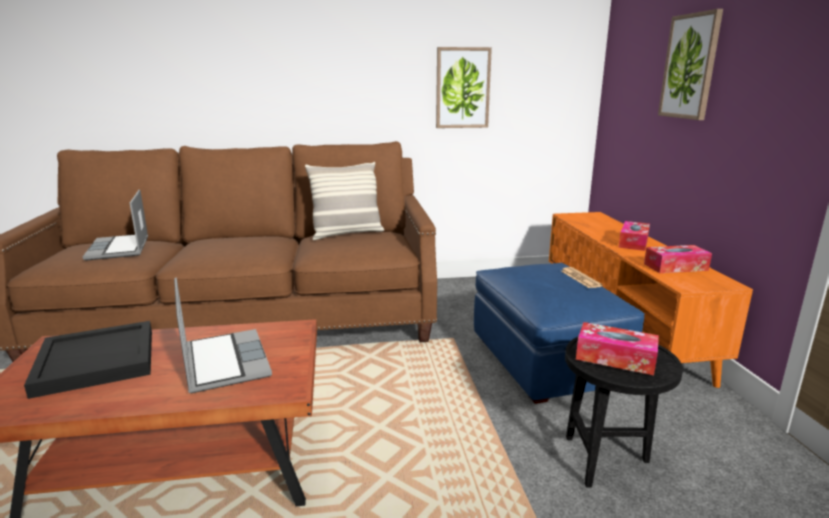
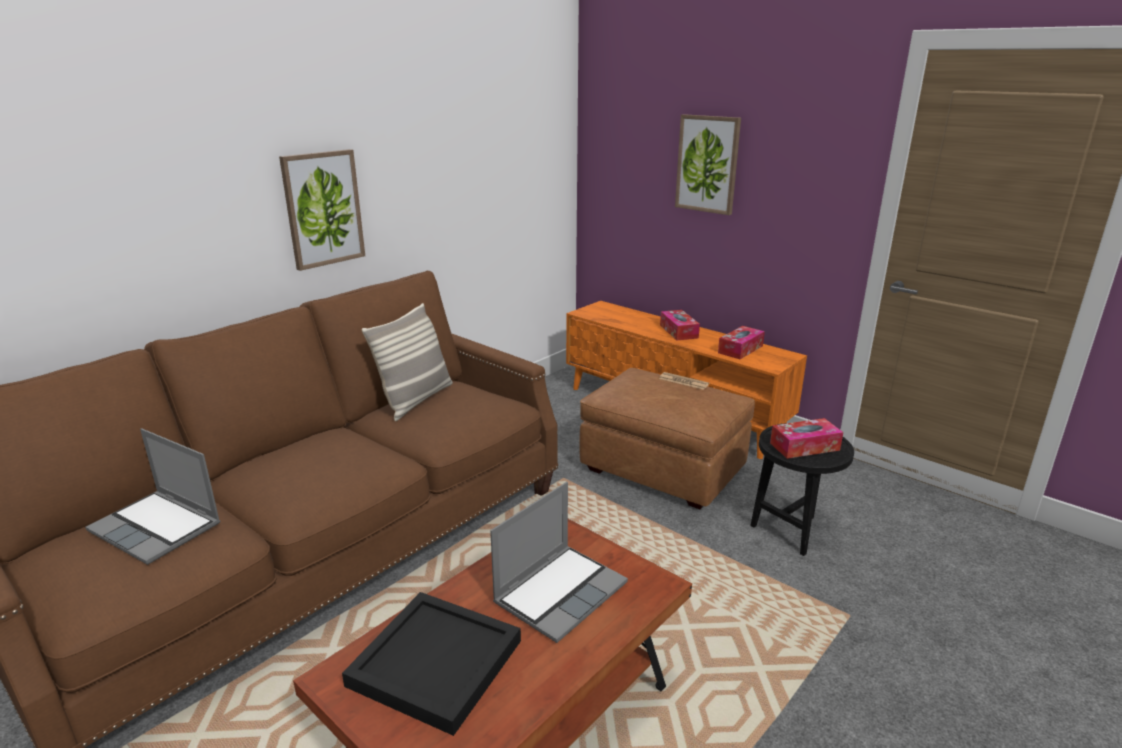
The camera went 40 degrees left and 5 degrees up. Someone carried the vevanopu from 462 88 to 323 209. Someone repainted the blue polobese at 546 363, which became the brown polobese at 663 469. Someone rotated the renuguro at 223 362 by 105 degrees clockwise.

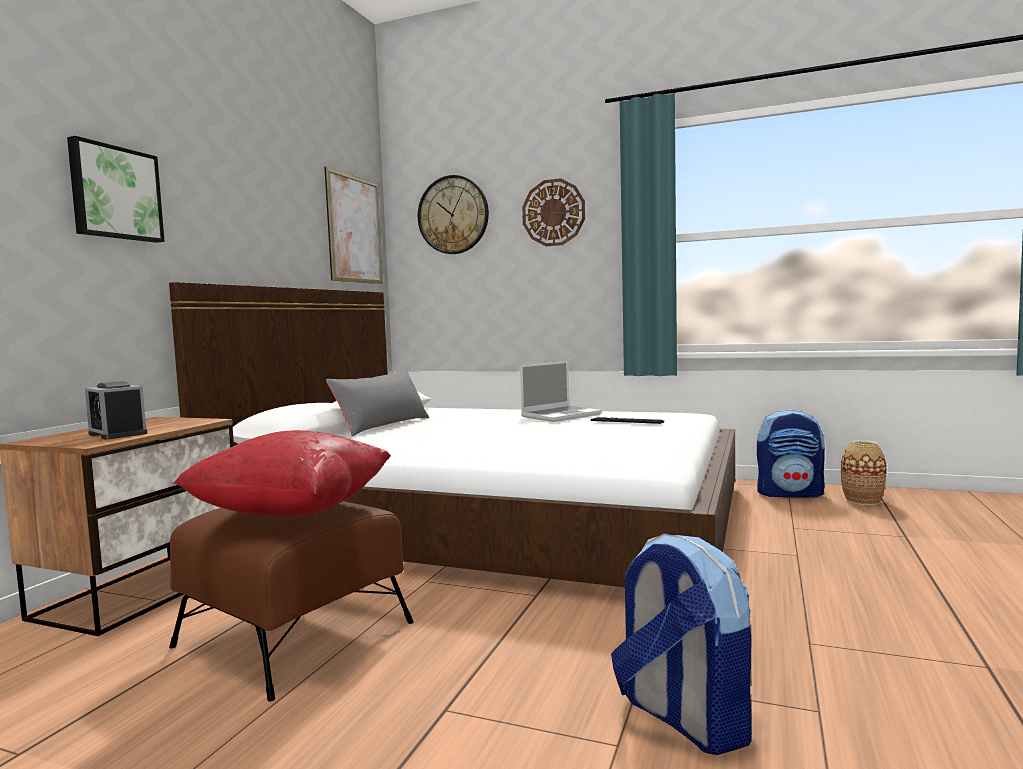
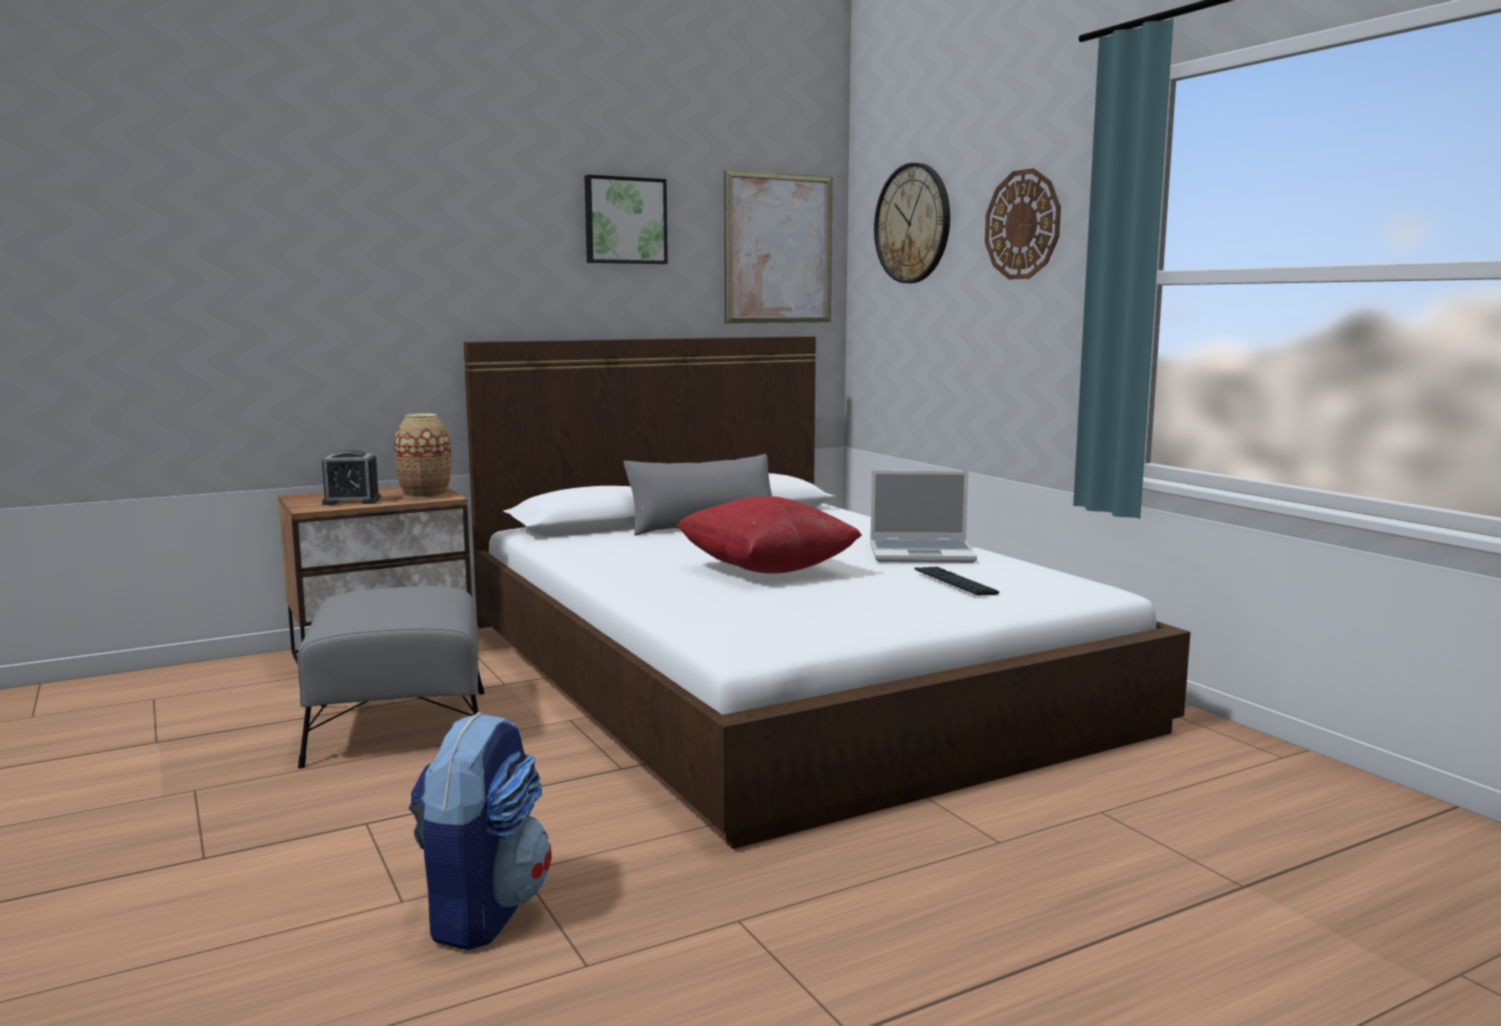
The camera went 40 degrees right and 5 degrees up. Someone carried the vevanopu from 115 193 to 624 221. Someone rotated the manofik at 118 434 by 90 degrees counterclockwise. Someone took away the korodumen at 790 493. Someone carried the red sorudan from 293 512 to 766 570. Someone carried the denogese from 862 501 to 425 494. Someone repainted the brown polobese at 295 635, which became the grey polobese at 398 727.

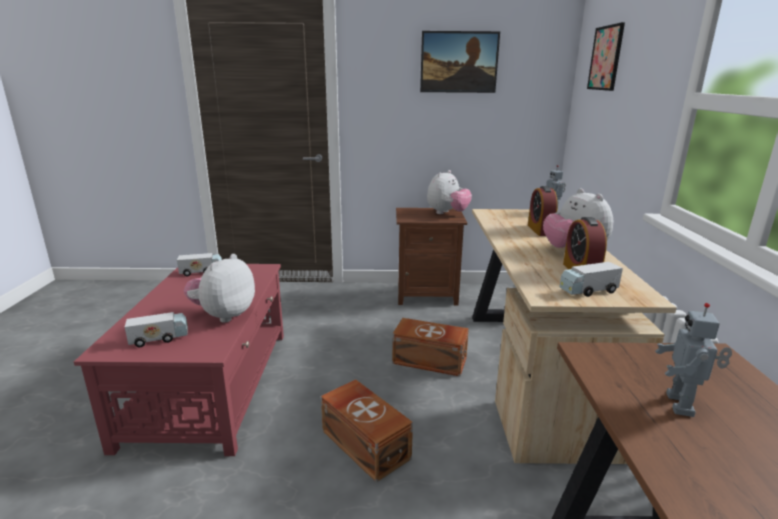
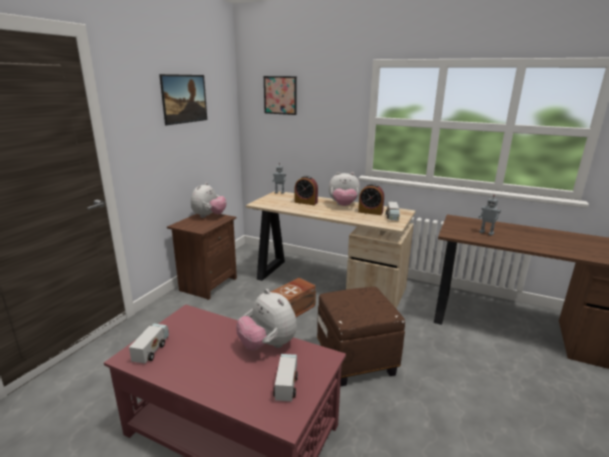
The camera went 65 degrees left and 0 degrees up. Someone rotated the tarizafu at 447 213 by 45 degrees clockwise. Someone swapped the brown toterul at 365 443 for the brown polobese at 355 359.

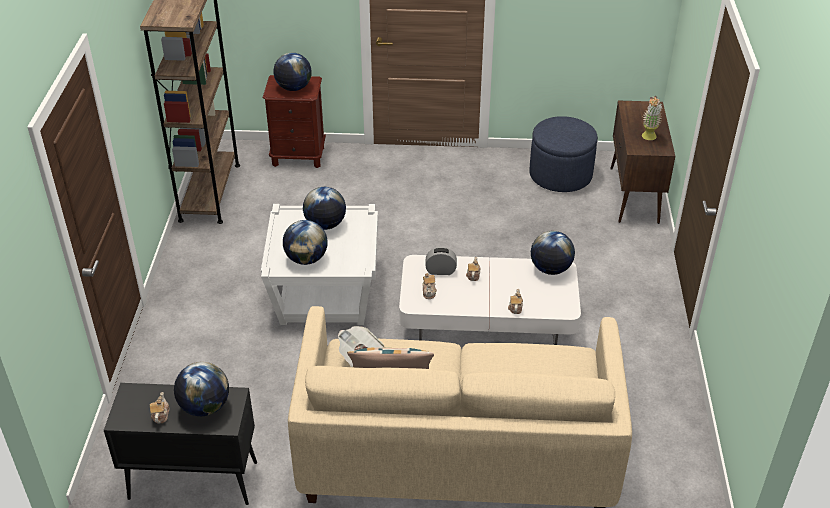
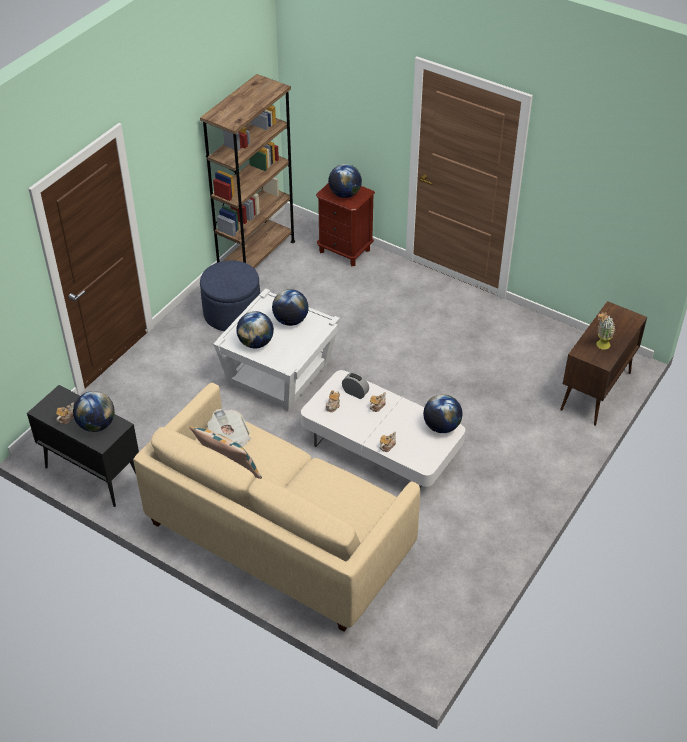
The camera went 30 degrees right and 5 degrees up. Someone carried the blue polobese from 560 175 to 232 313.

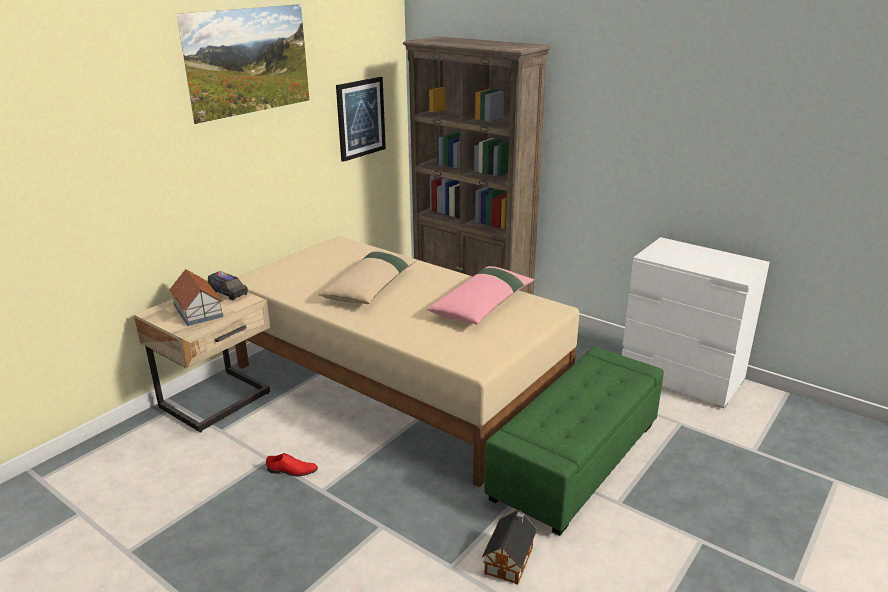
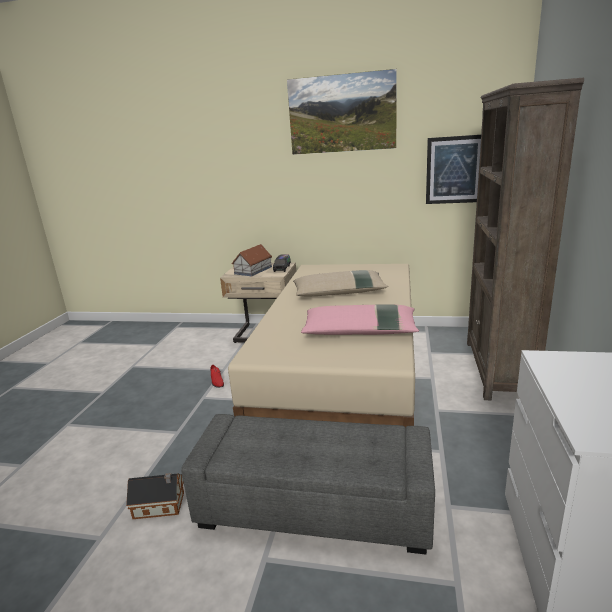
The camera went 65 degrees right and 5 degrees down. Someone repainted the green polobese at 575 459, which became the grey polobese at 314 506.

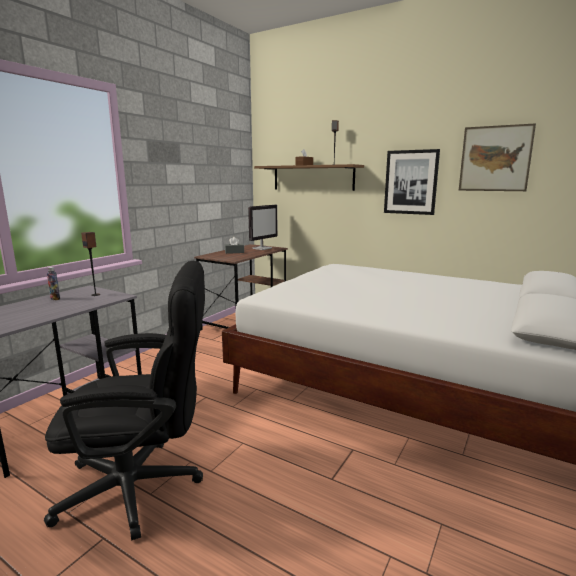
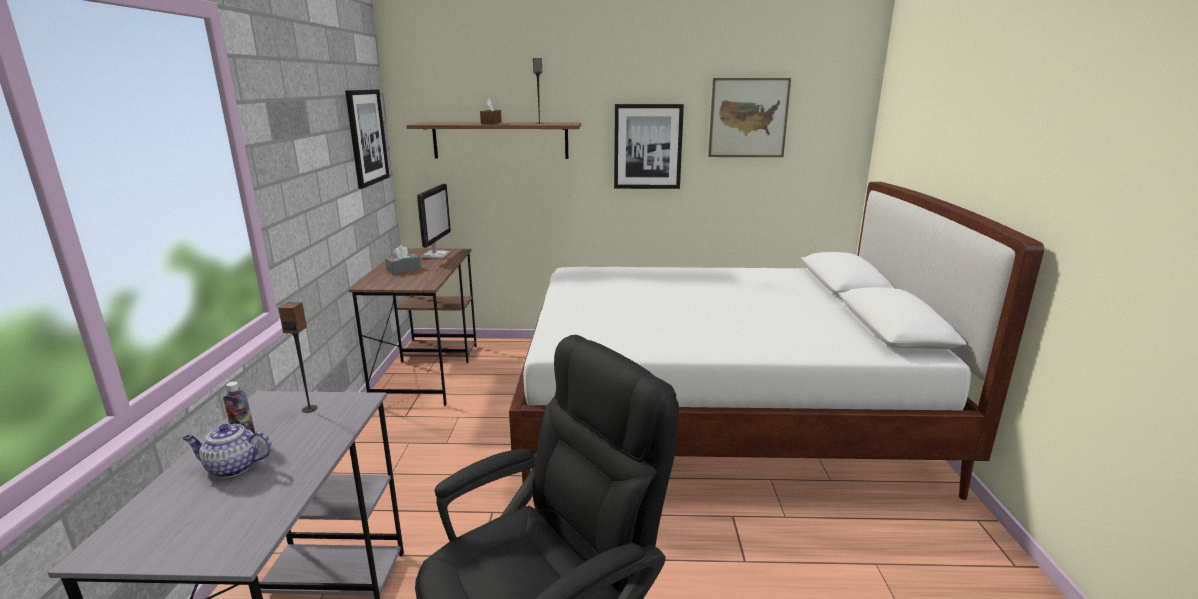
The camera went 30 degrees left and 5 degrees up. Someone put up the vevanopu at 367 137. Someone put down the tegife at 232 468.

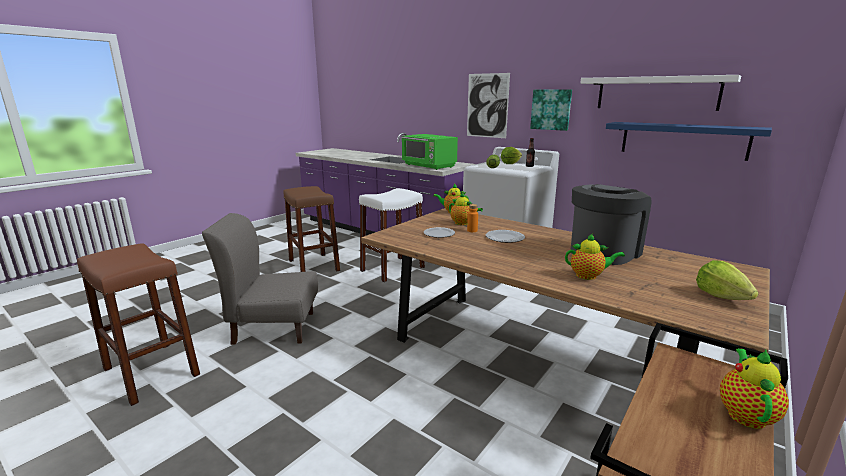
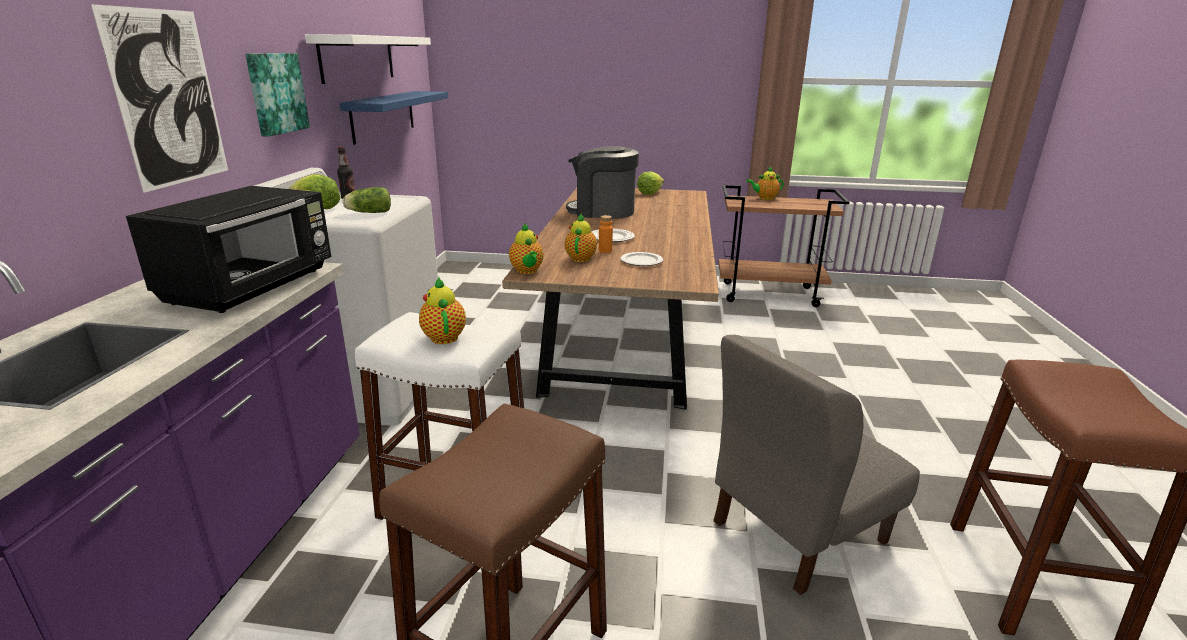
The camera went 120 degrees left and 5 degrees up. Someone repainted the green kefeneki at 429 166, which became the black kefeneki at 252 286. Someone rotated the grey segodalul at 274 327 by 90 degrees clockwise. Someone carried the tegife from 588 276 to 444 336.

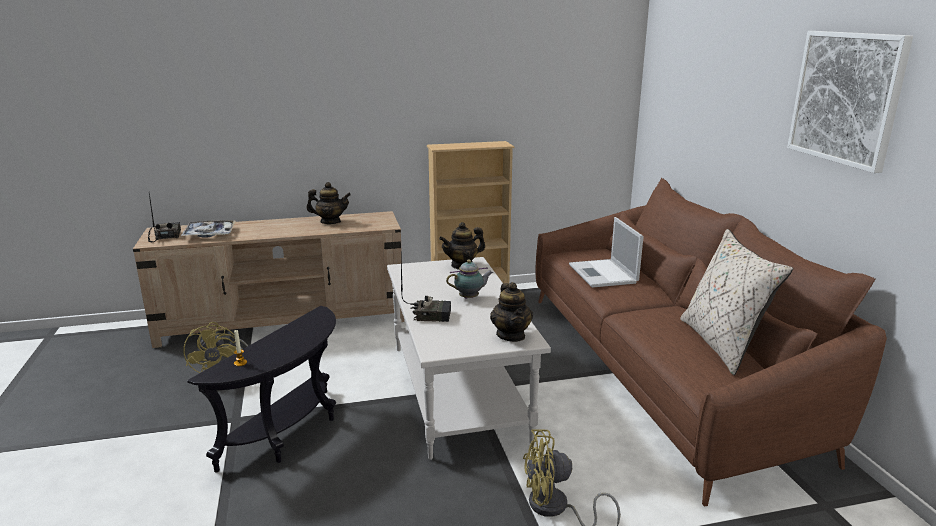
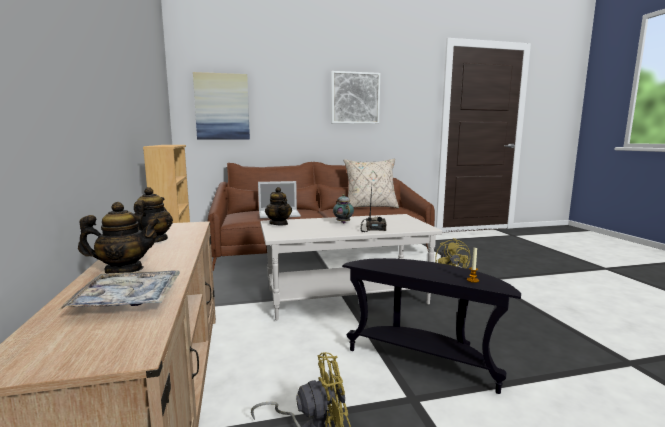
The camera went 90 degrees left and 10 degrees down. Someone took away the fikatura at 165 236. Someone carried the tegife from 511 335 to 124 270. Someone put up the vevanopu at 222 107.

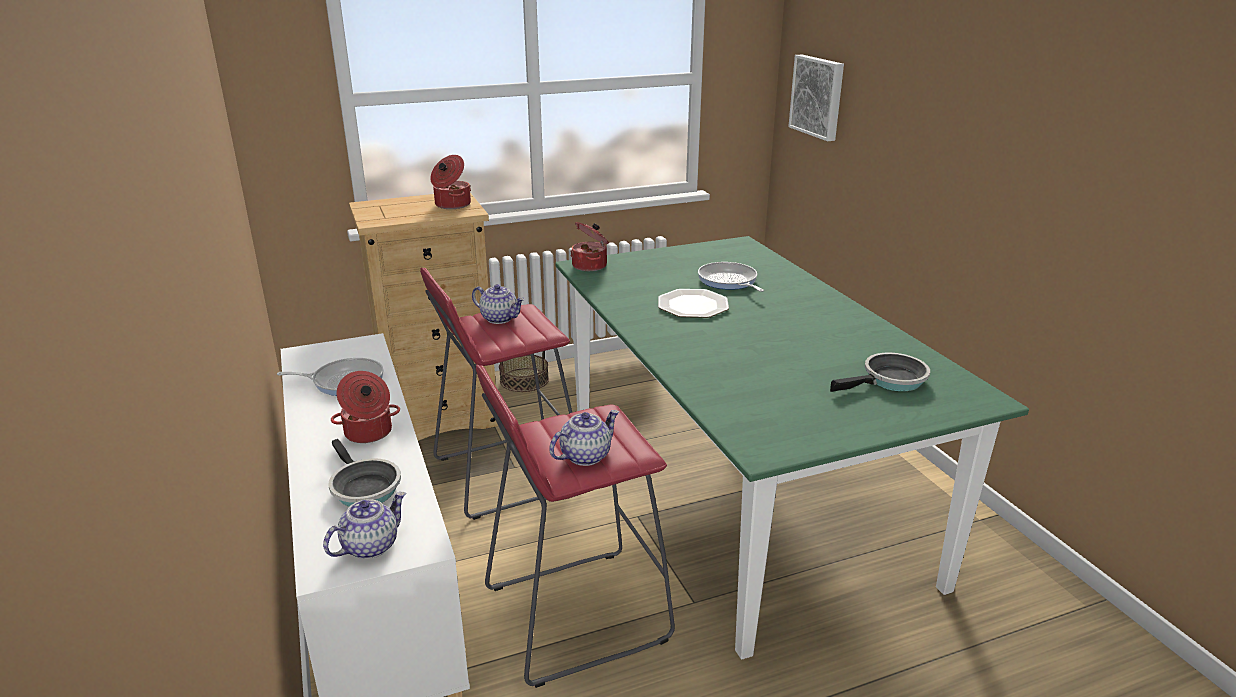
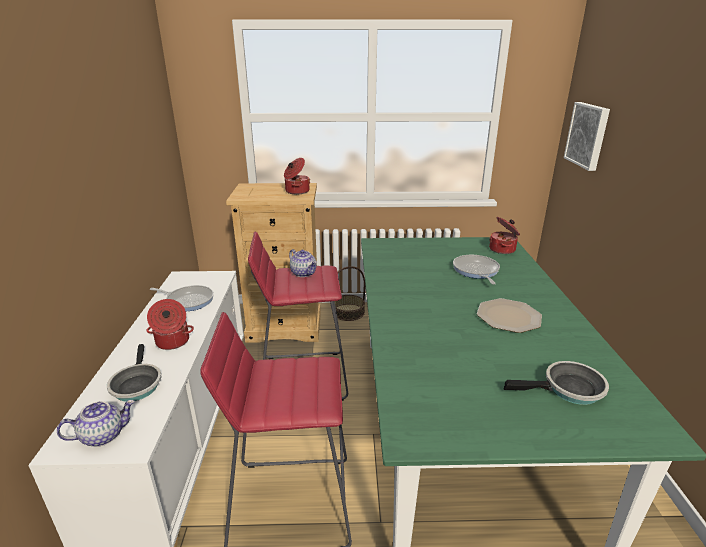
The camera went 20 degrees right and 0 degrees up. Someone carried the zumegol from 590 266 to 503 249. Someone carried the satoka from 692 305 to 508 316. Someone took away the tegife at 585 455.

